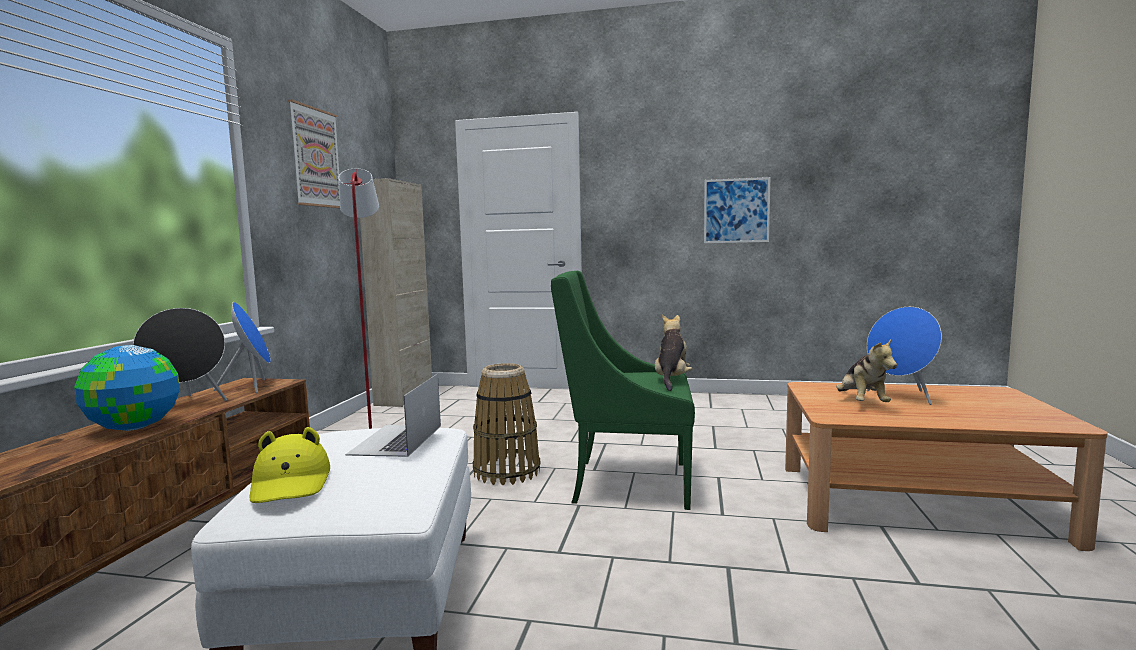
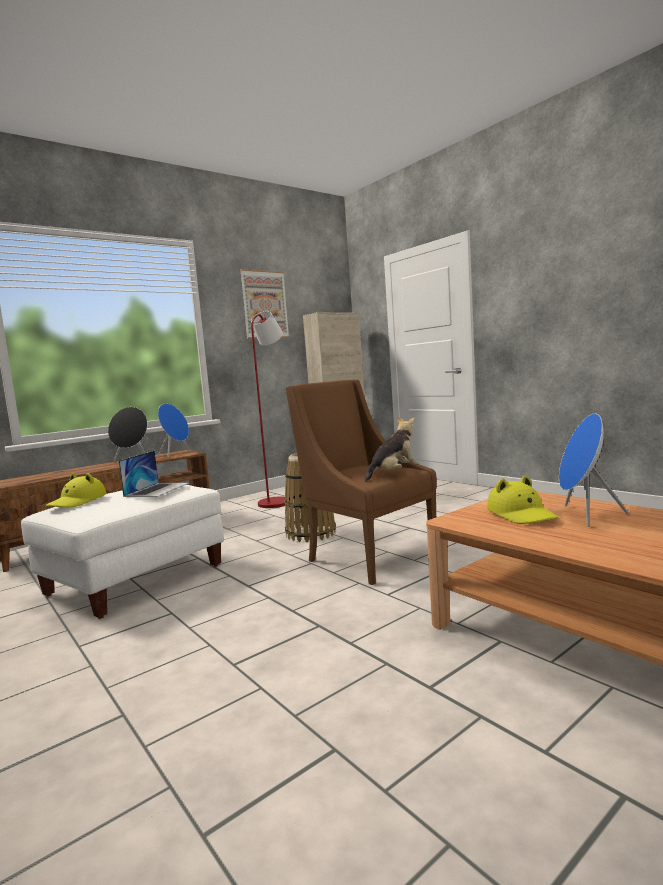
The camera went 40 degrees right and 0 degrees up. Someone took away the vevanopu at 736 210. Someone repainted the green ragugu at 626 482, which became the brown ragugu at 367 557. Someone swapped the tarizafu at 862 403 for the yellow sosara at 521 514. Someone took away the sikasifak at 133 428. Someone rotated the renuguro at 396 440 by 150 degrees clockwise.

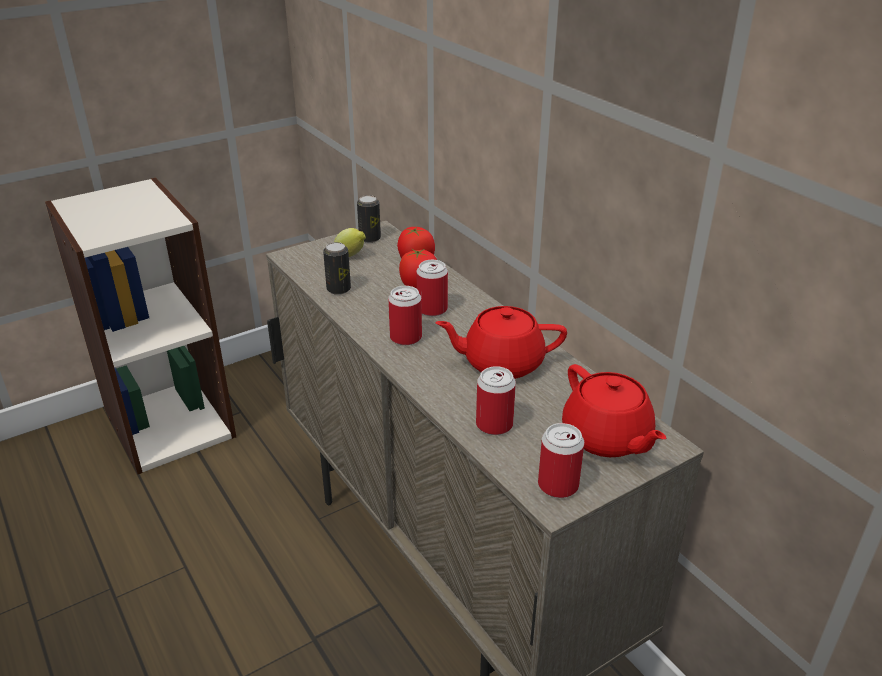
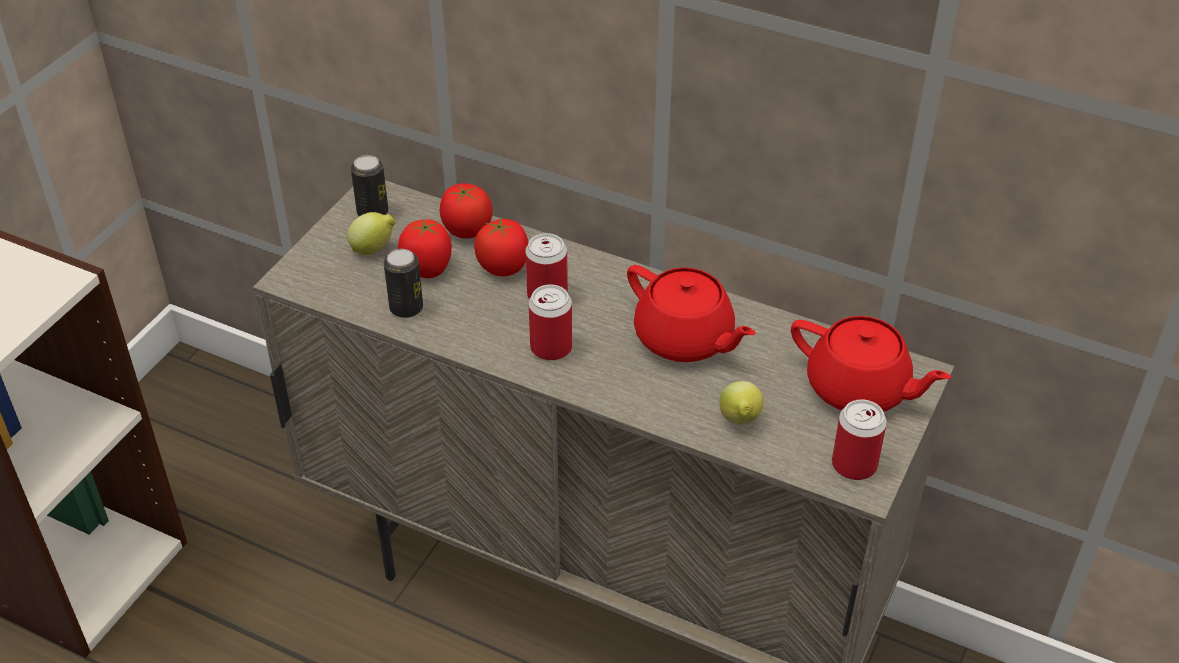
The camera went 30 degrees left and 10 degrees up. Someone rotated the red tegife at 501 363 by 105 degrees counterclockwise. Someone swapped the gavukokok at 494 424 for the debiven at 739 421. Someone put down the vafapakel at 427 269.

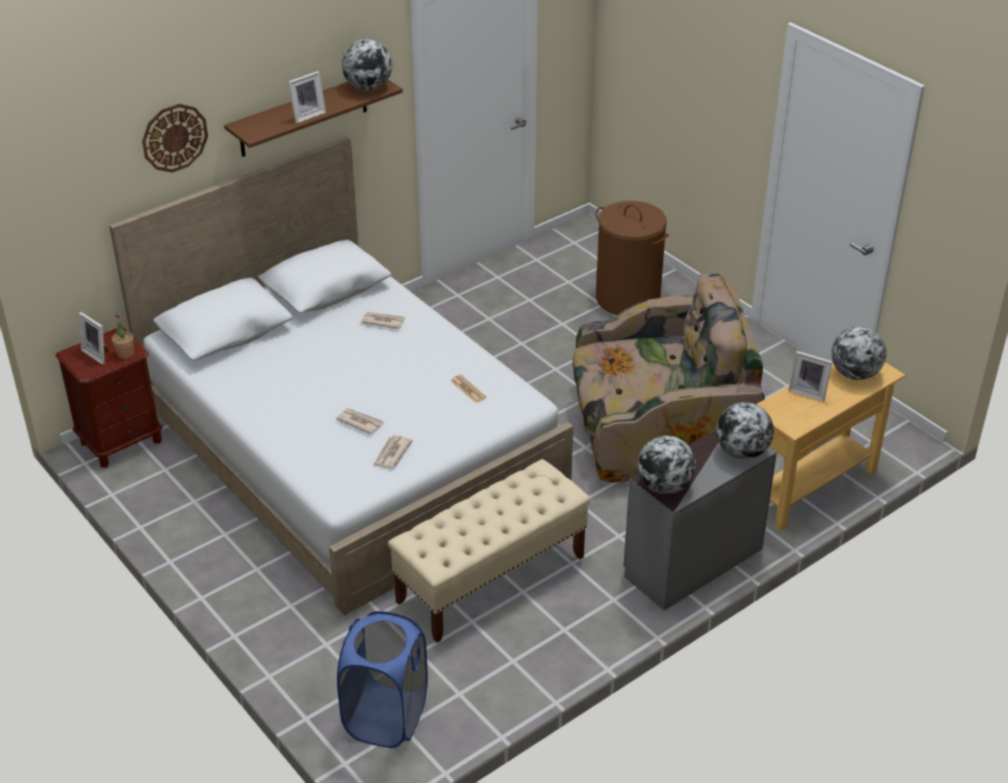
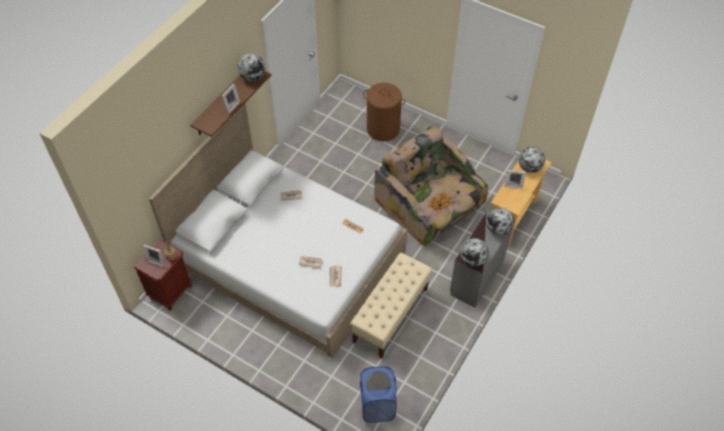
The camera went 20 degrees left and 15 degrees up. Someone took away the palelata at 174 137. Someone rotated the ragugu at 657 429 by 105 degrees counterclockwise.

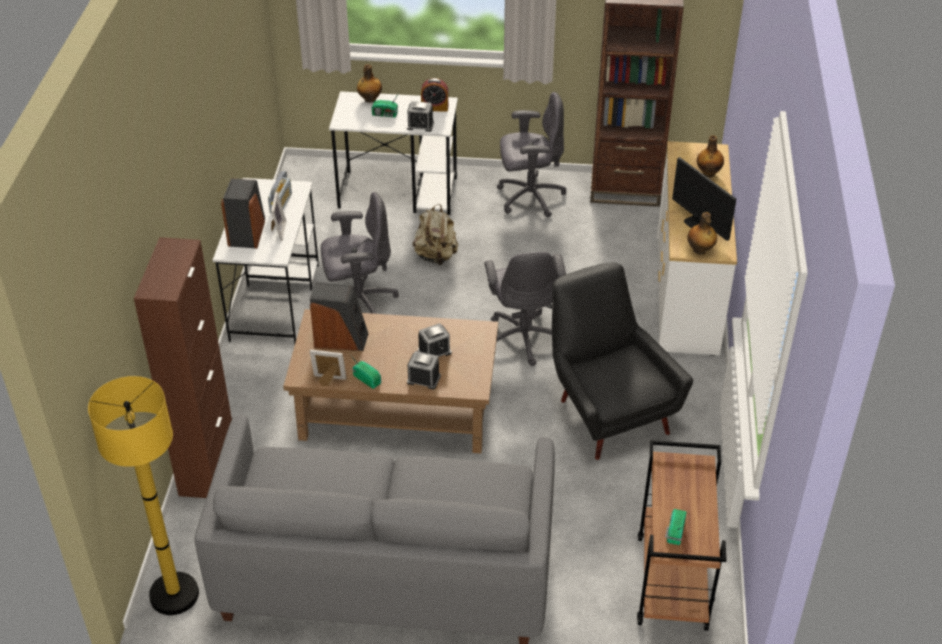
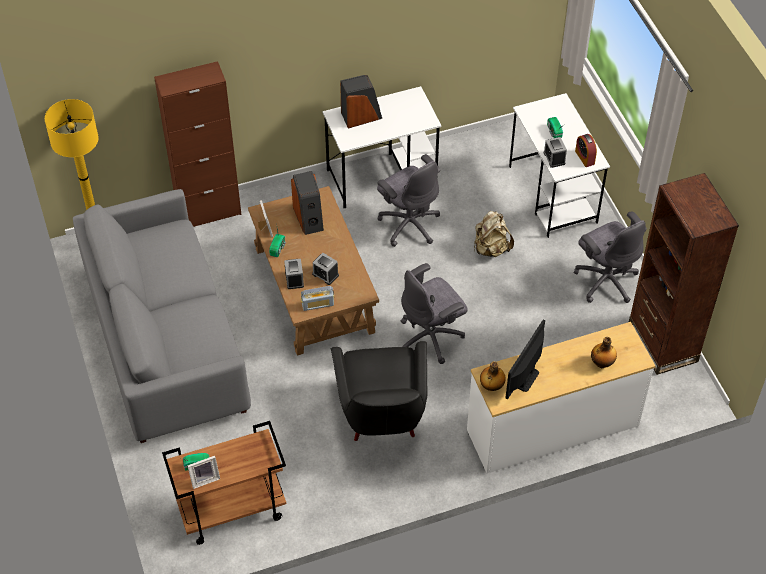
The camera went 65 degrees right and 10 degrees up. Someone took away the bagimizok at 369 99. Someone carried the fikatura from 281 203 to 318 304. Someone carried the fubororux from 277 231 to 204 479. Someone rotated the black ragugu at 606 409 by 135 degrees clockwise.

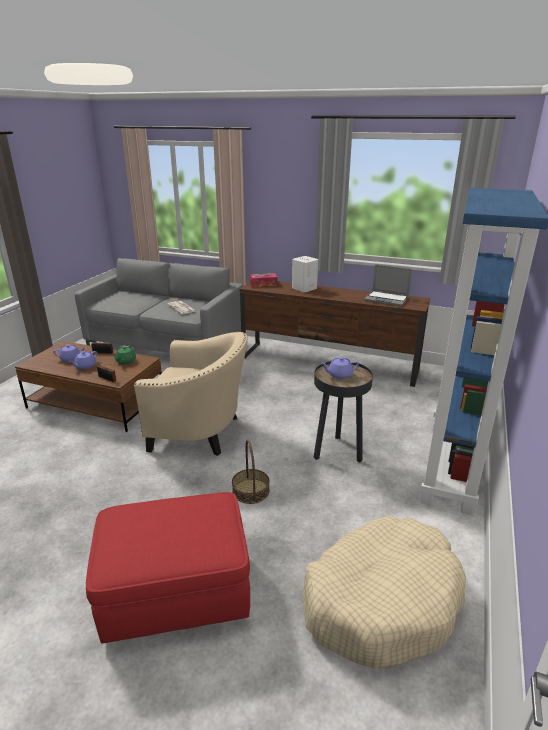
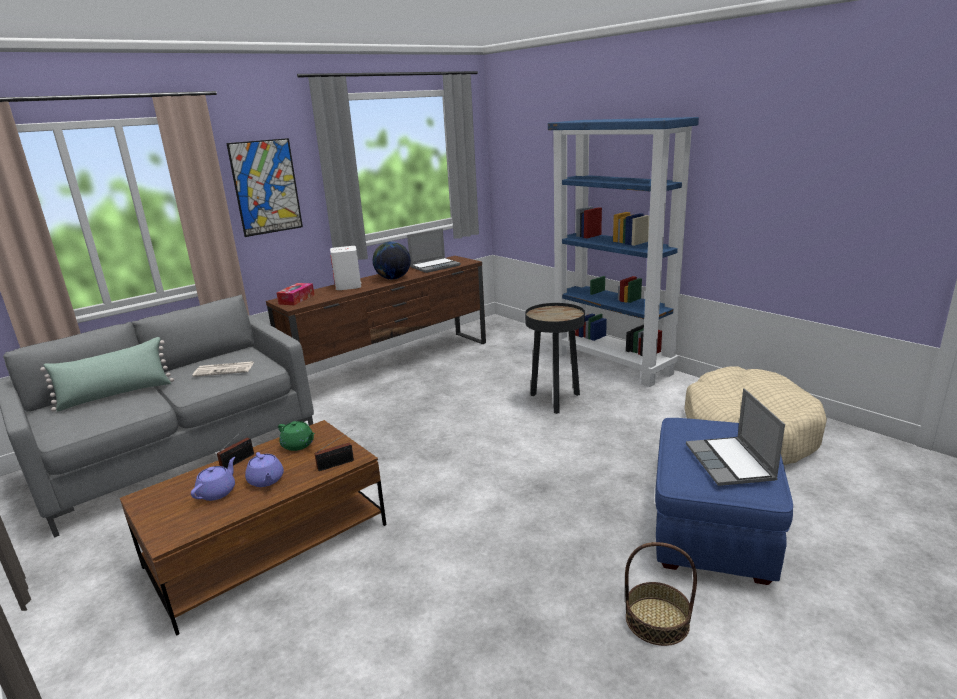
The camera went 60 degrees left and 5 degrees down. Someone took away the beige ragugu at 201 432. Someone took away the purple tegife at 339 375. Someone carried the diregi from 250 491 to 657 621. Someone repainted the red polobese at 175 593, which became the blue polobese at 712 530. Someone put up the vevanopu at 266 187. Someone put down the sikasifak at 393 278. Someone put down the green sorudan at 116 395. Someone put down the renuguro at 731 463.

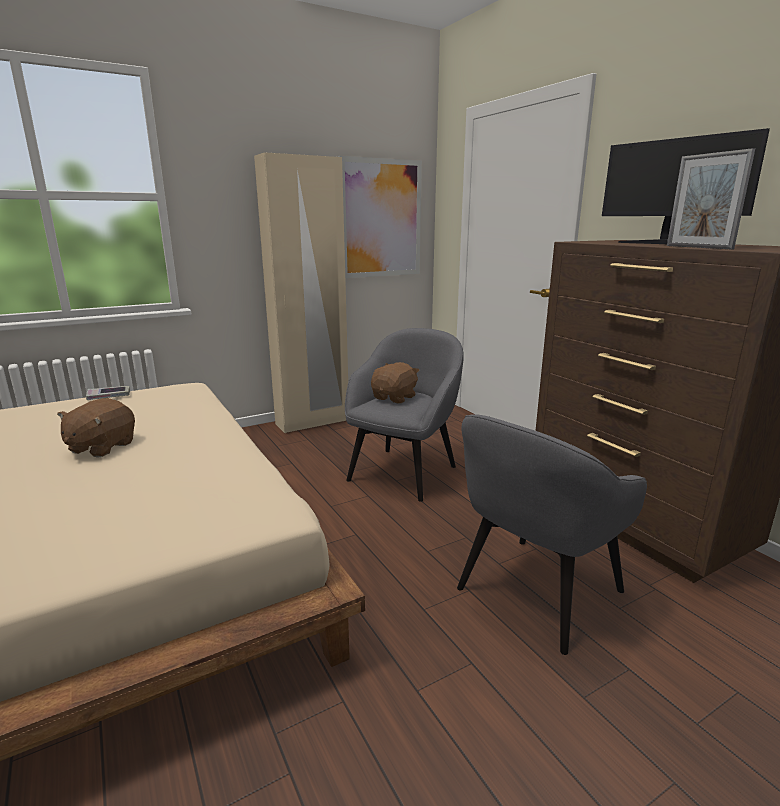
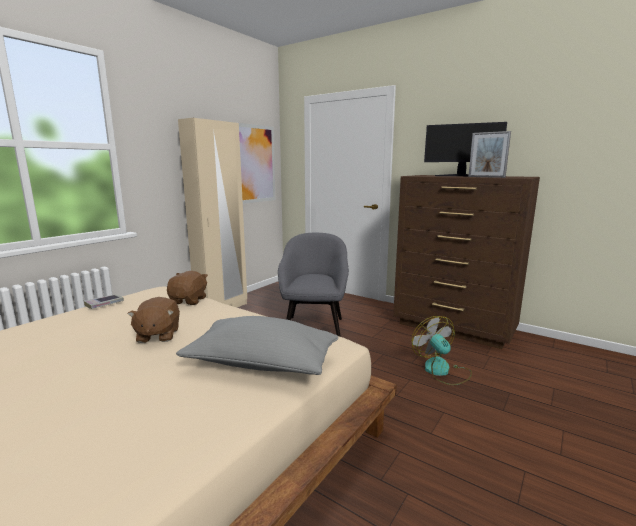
The camera went 25 degrees left and 5 degrees down. Someone carried the brown tarizafu from 395 398 to 189 300. Someone swapped the grey ragugu at 537 592 for the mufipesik at 442 371. Someone put down the grey sorudan at 261 364.

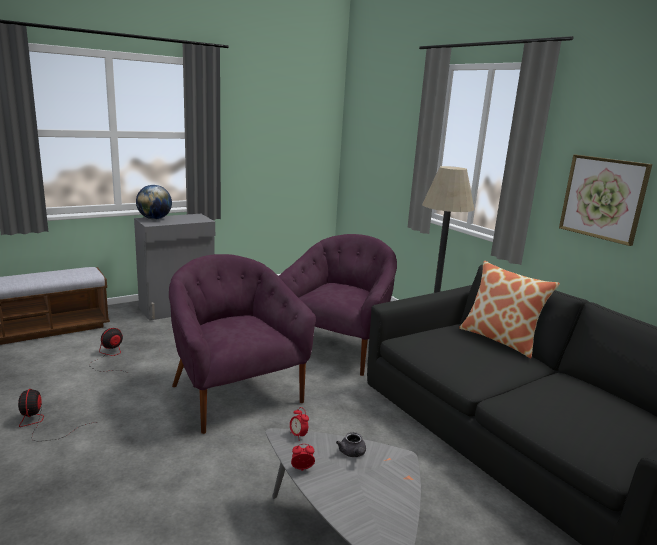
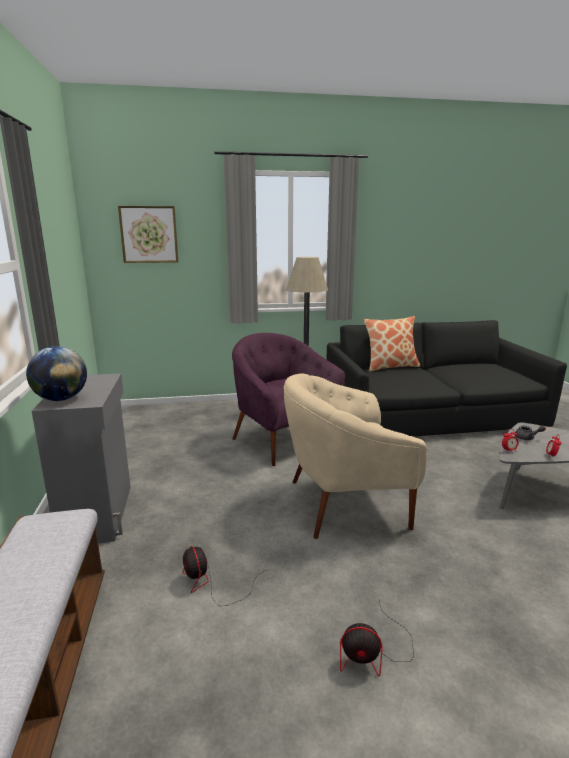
The camera went 65 degrees left and 0 degrees up. Someone carried the vevanopu from 603 198 to 149 234. Someone repainted the purple ragugu at 235 393, which became the beige ragugu at 346 502.

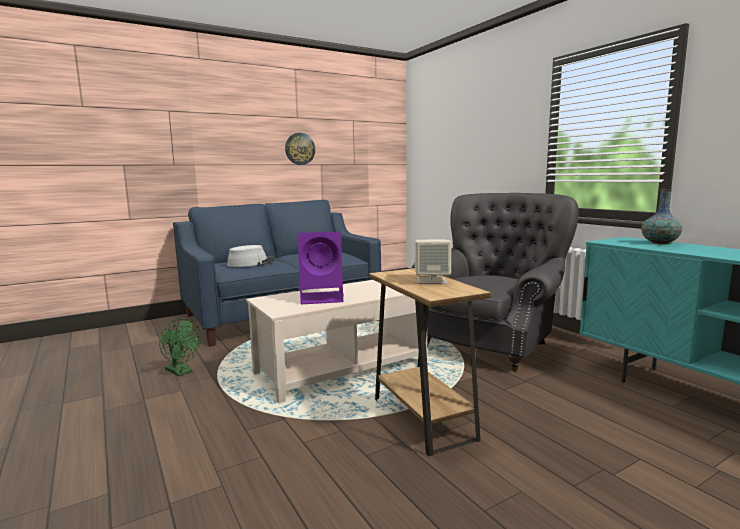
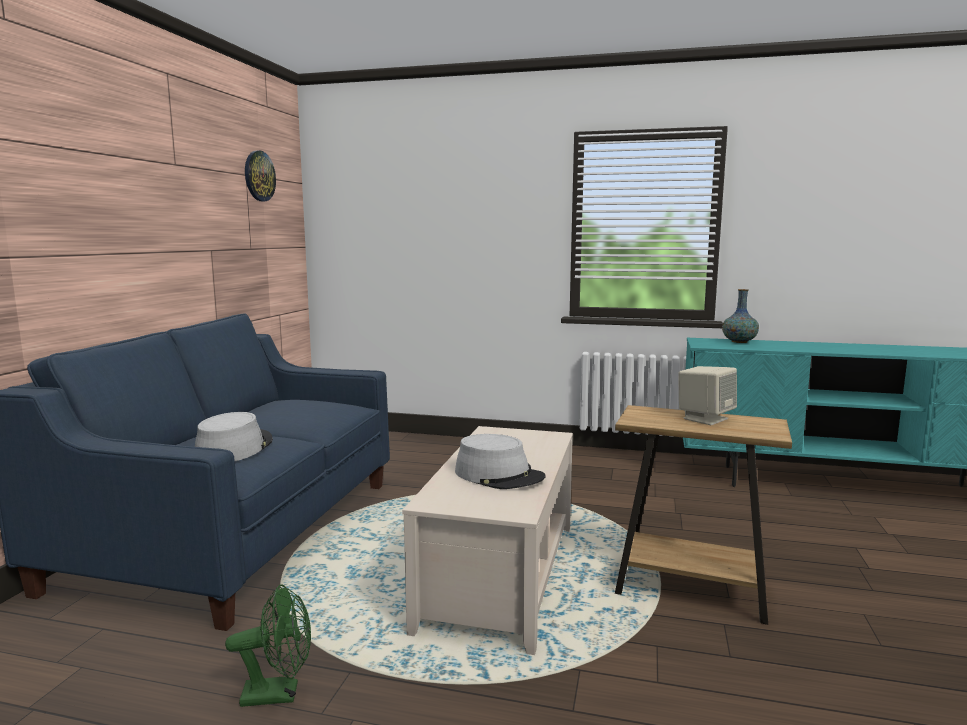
The camera went 45 degrees left and 0 degrees up. Someone carried the palelata from 300 149 to 259 176. Someone took away the grey ragugu at 490 342. Someone swapped the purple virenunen at 322 297 for the grey sosara at 499 475.

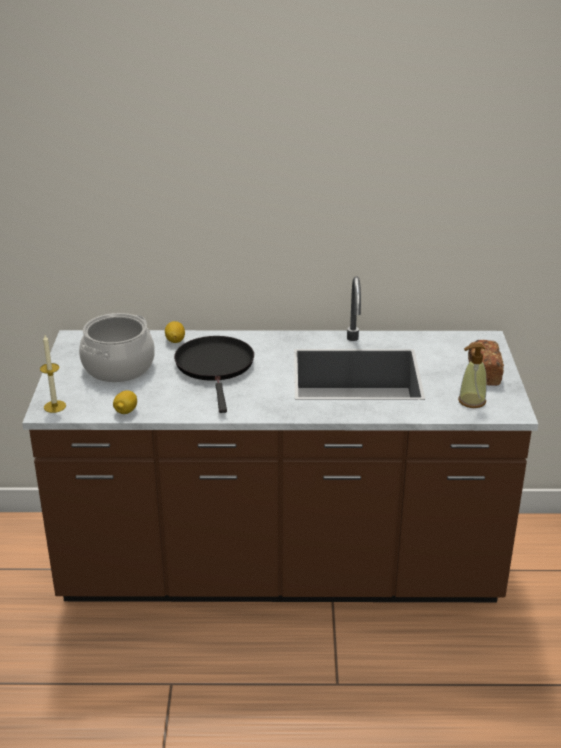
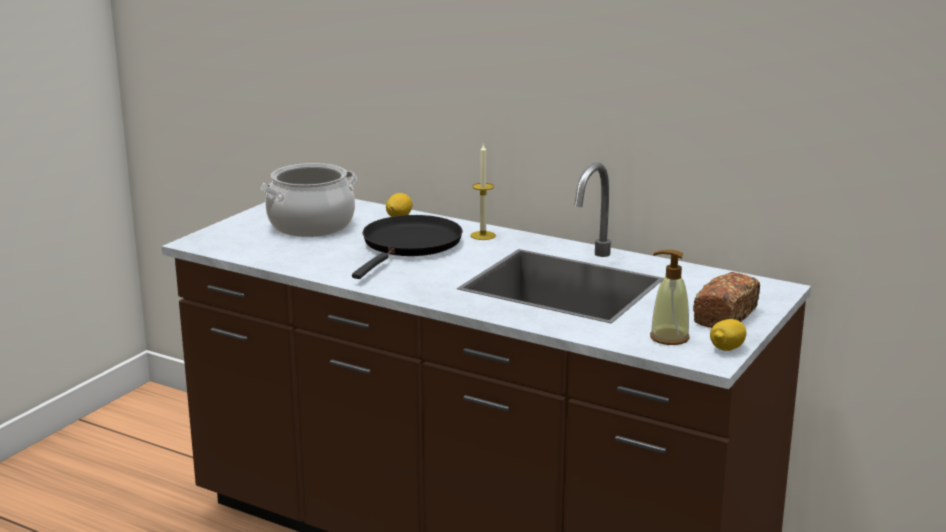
The camera went 30 degrees right and 10 degrees down. Someone carried the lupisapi from 55 406 to 483 235. Someone carried the debiven from 126 411 to 727 349.

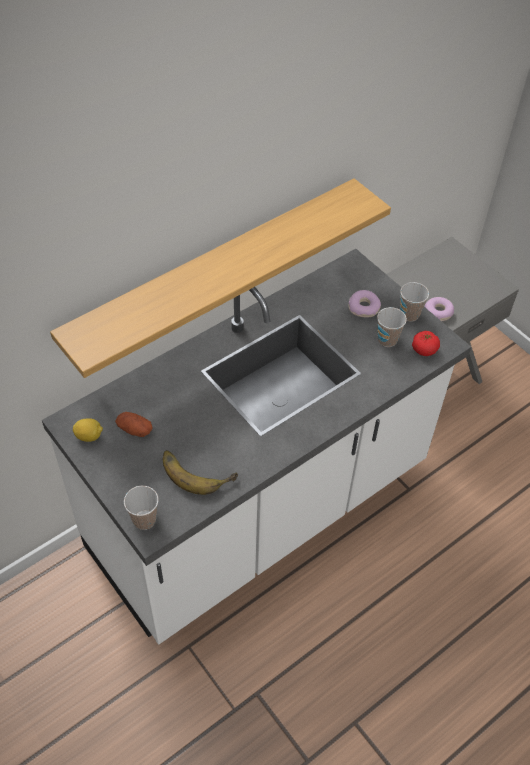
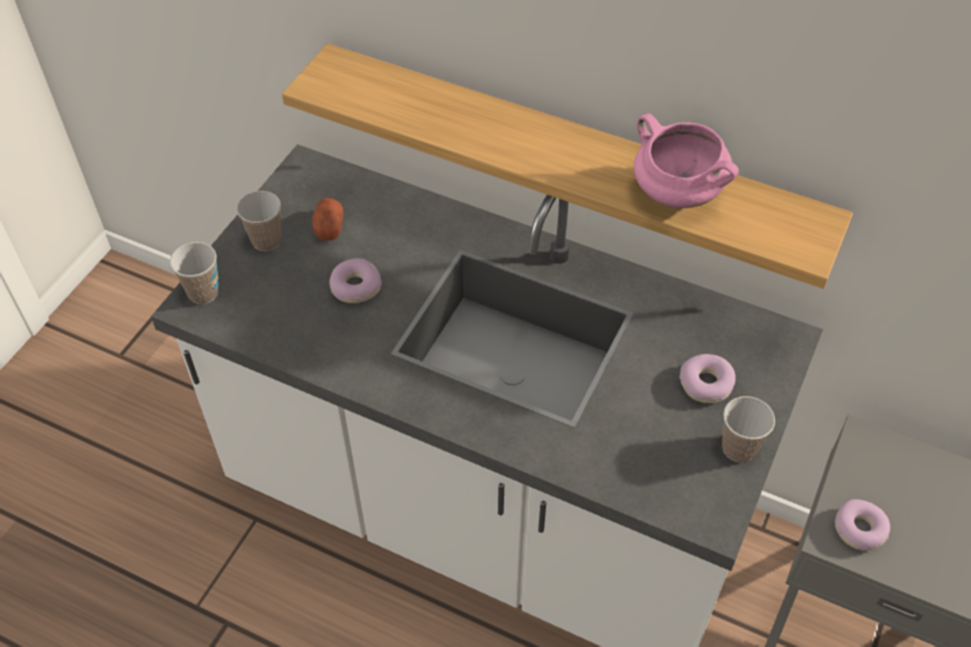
The camera went 65 degrees right and 0 degrees up. Someone carried the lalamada from 387 340 to 266 240. Someone took away the vafapakel at 424 350. Someone took away the debiven at 89 436. Someone took away the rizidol at 197 470. Someone put down the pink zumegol at 675 193. Someone put down the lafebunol at 355 287.

